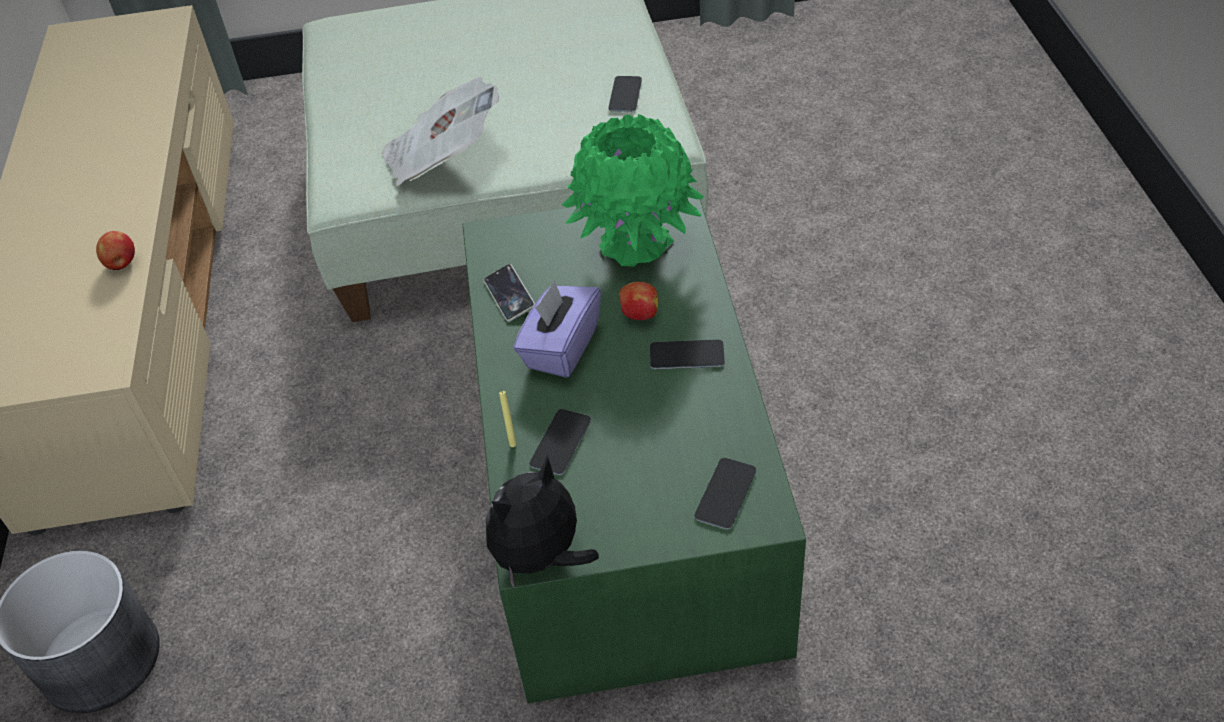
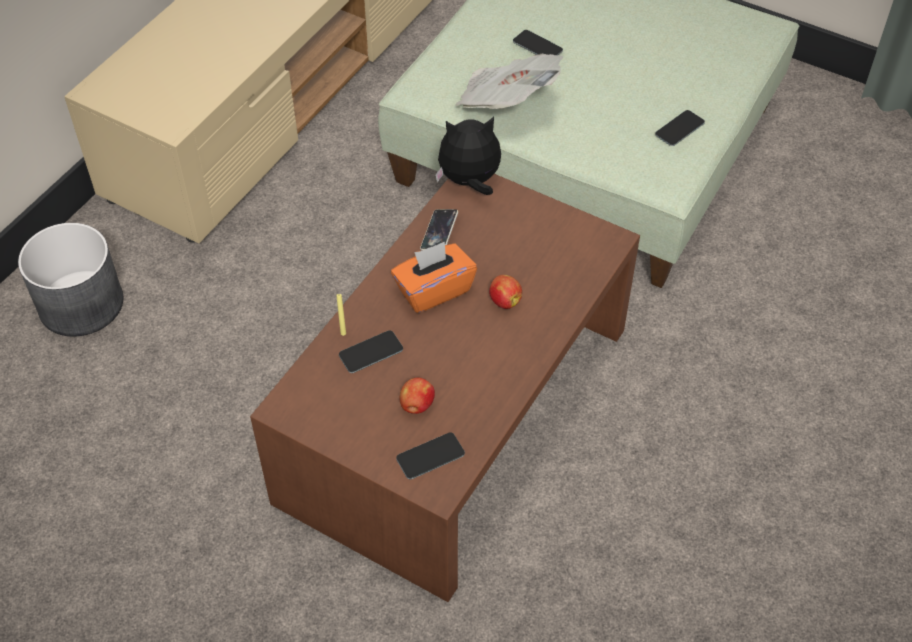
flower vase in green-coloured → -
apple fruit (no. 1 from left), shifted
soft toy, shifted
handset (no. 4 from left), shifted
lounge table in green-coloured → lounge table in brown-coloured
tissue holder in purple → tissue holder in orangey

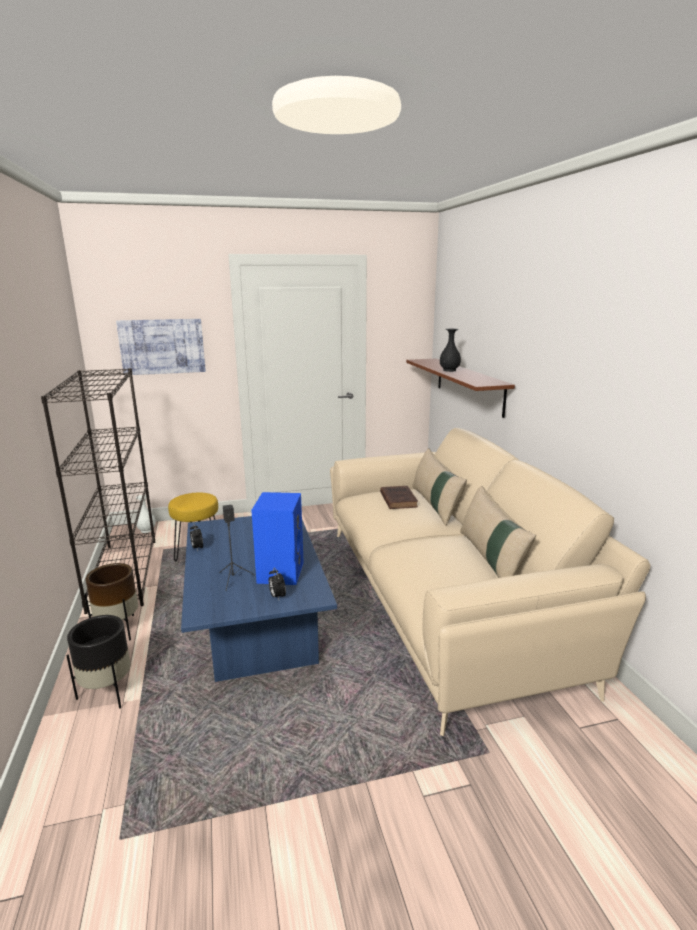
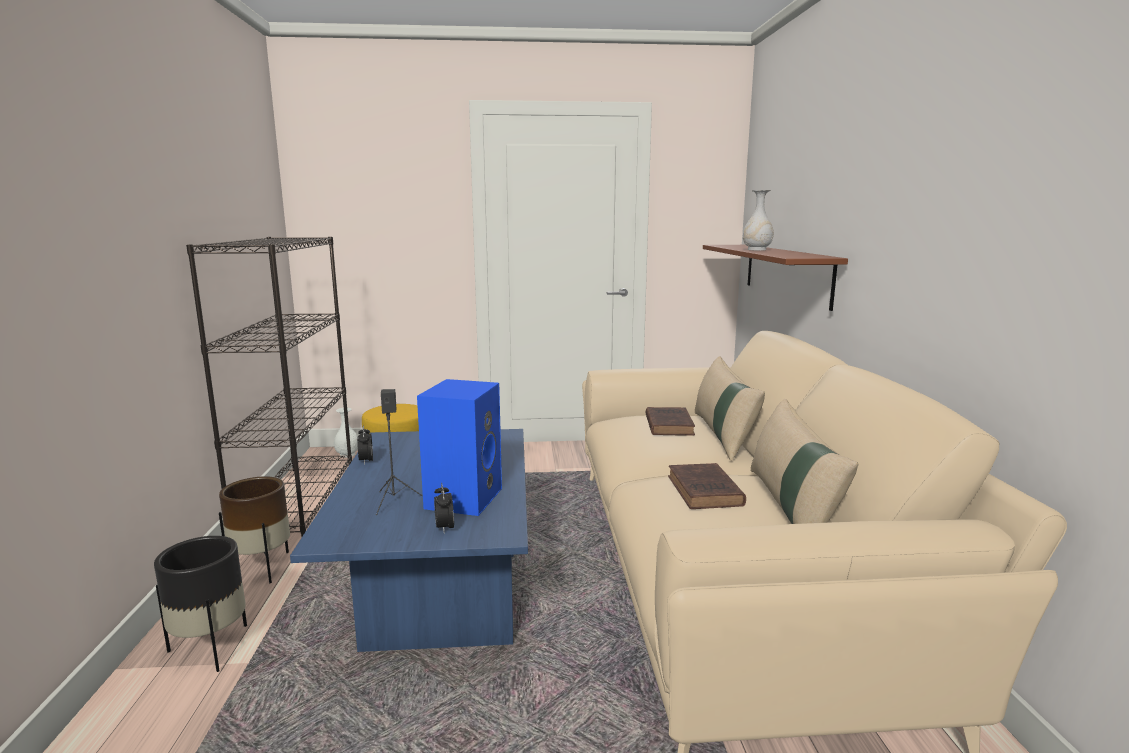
wall art → -
- → volume in brown-coloured (no. 2 from left)
flower vase in black → flower vase in white (no. 2 from left)

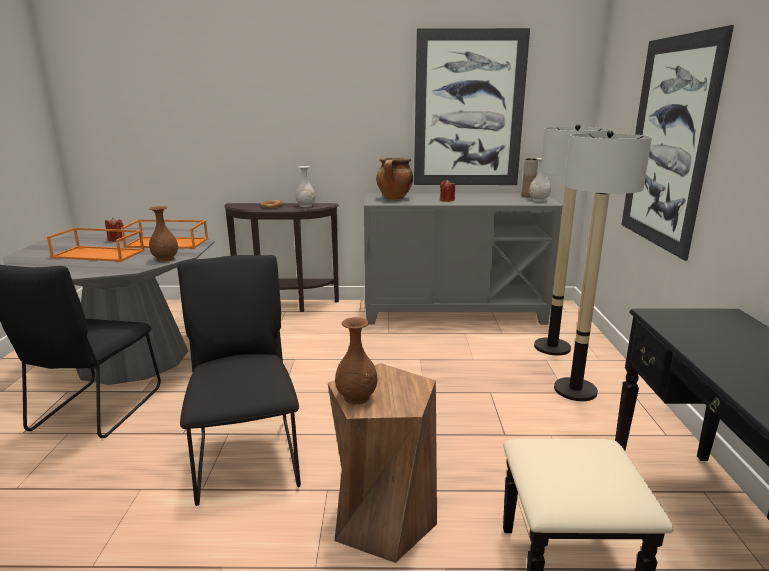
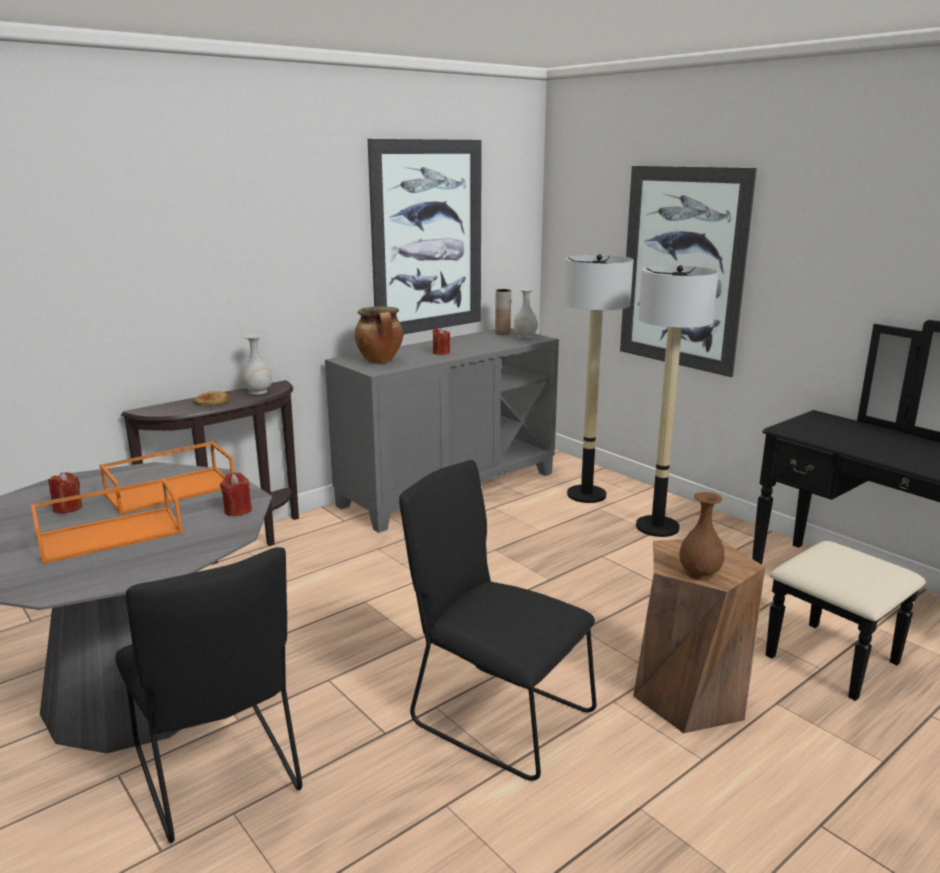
flower vase in brown-coloured (no. 1 from left) → candle in red-coloured (no. 2 from left)

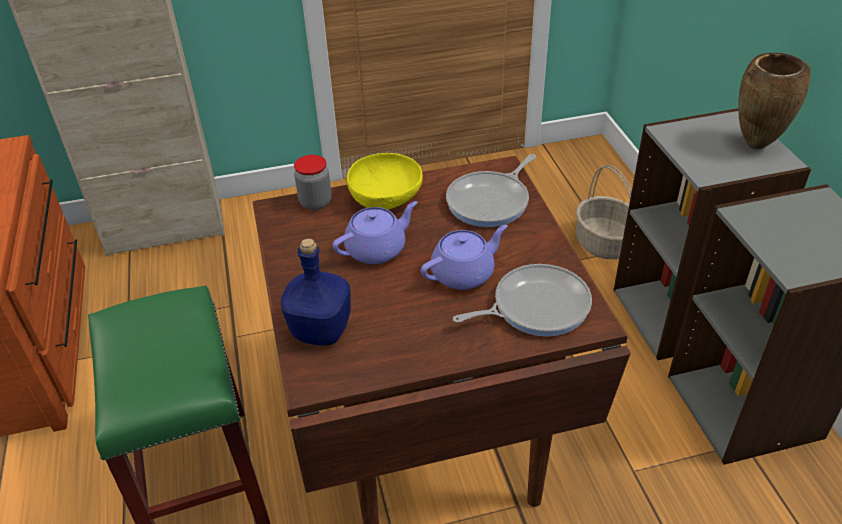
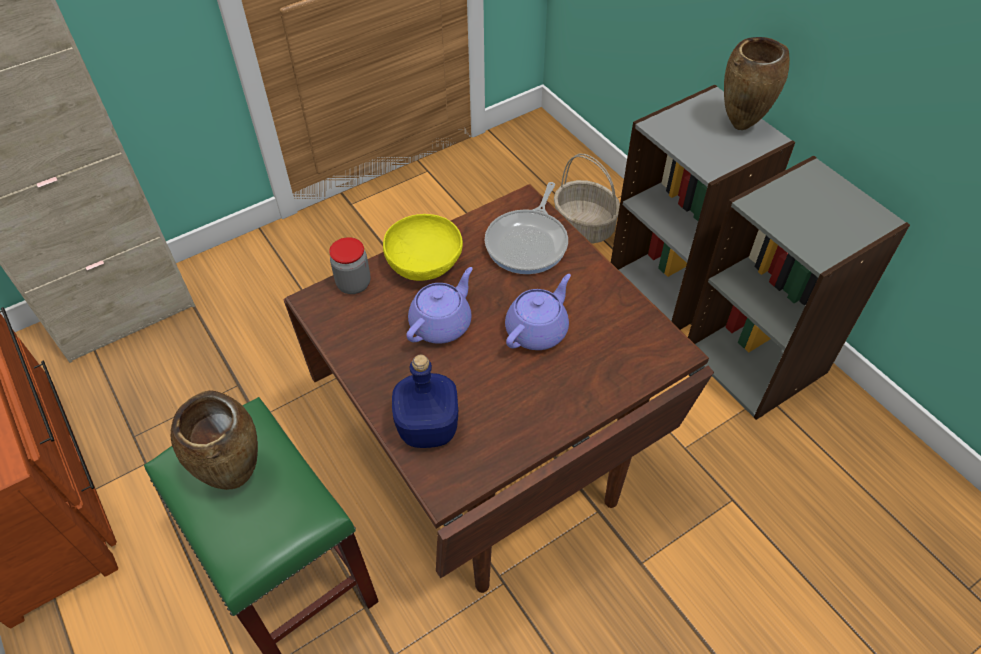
frying pan (no. 2 from left) → -
- → flower vase in brown-coloured (no. 1 from left)

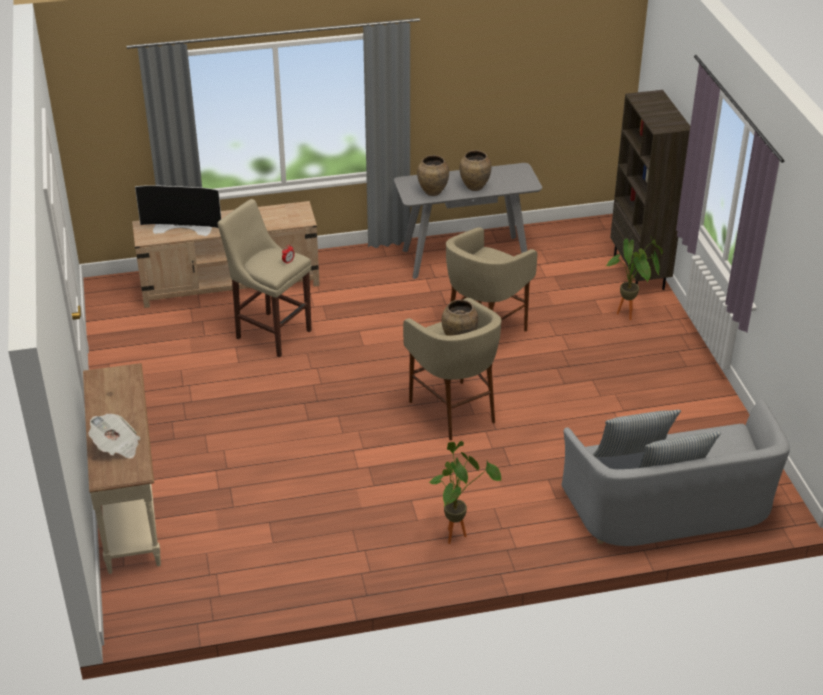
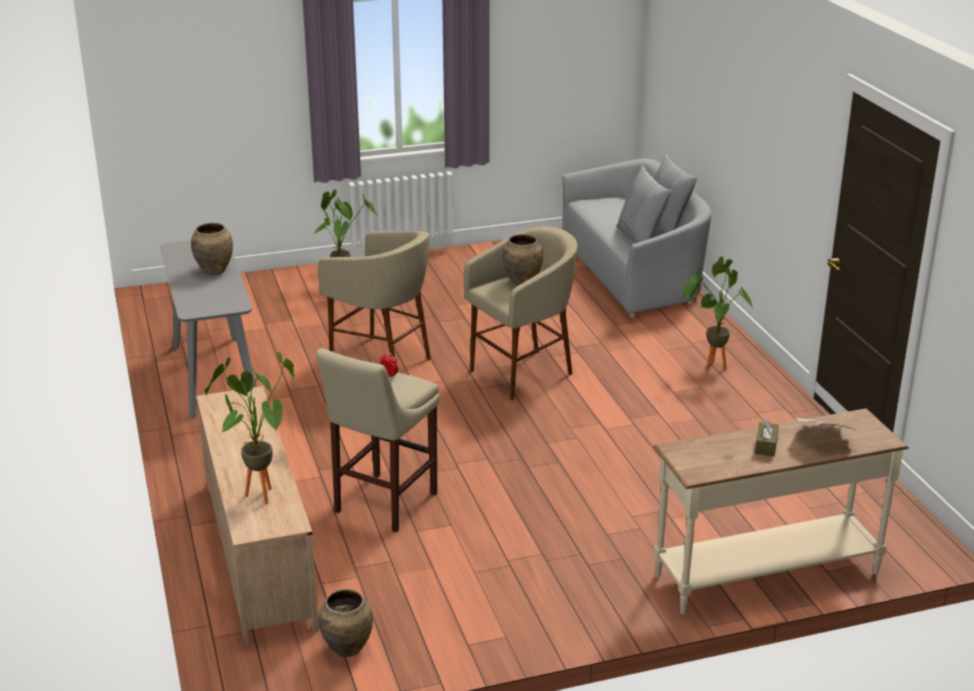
bookcase in brown-coloured → -
- → tissue holder in brown-coloured
flower vase in brown-coloured (no. 1 from left in the first image) → flower vase in brown-coloured (no. 2 from left), shifted
TV set → houseplant (no. 1 from left)

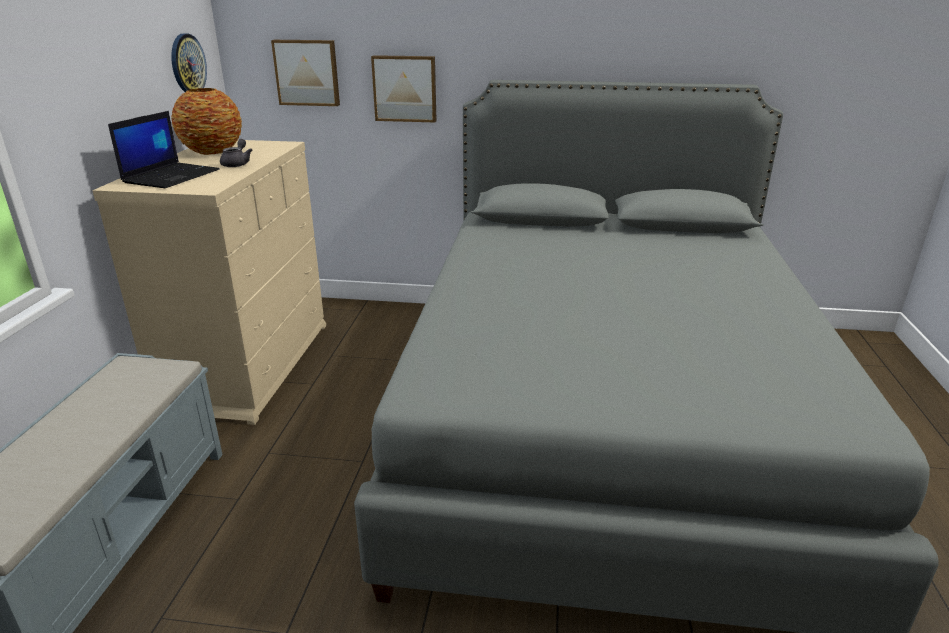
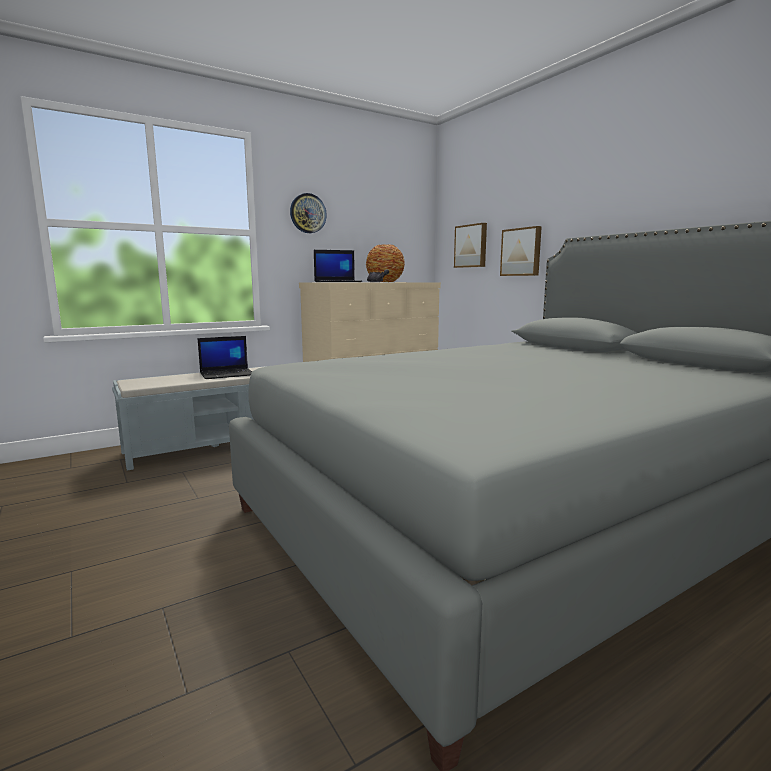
- → notebook computer (no. 1 from left)
hanging clock, shifted

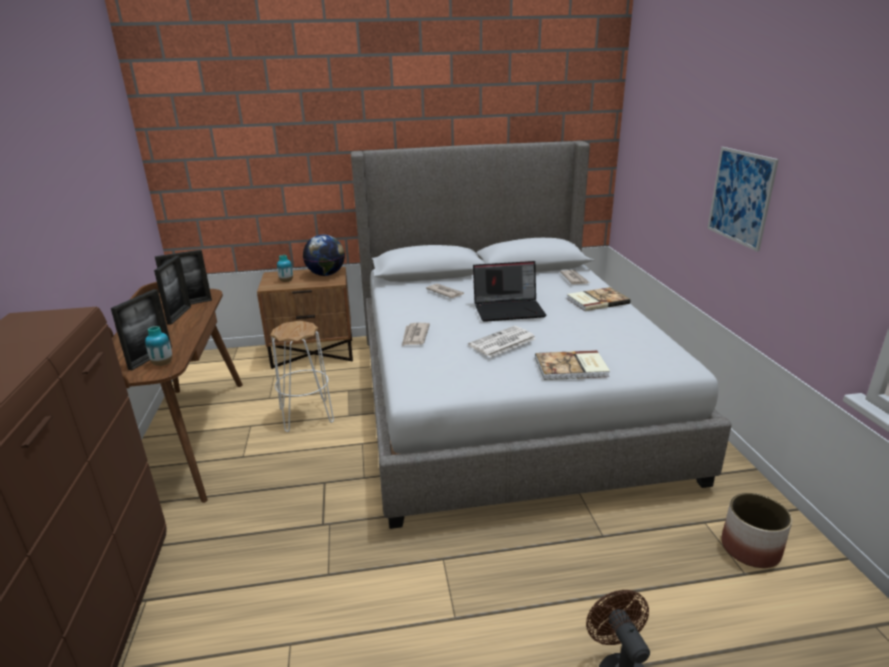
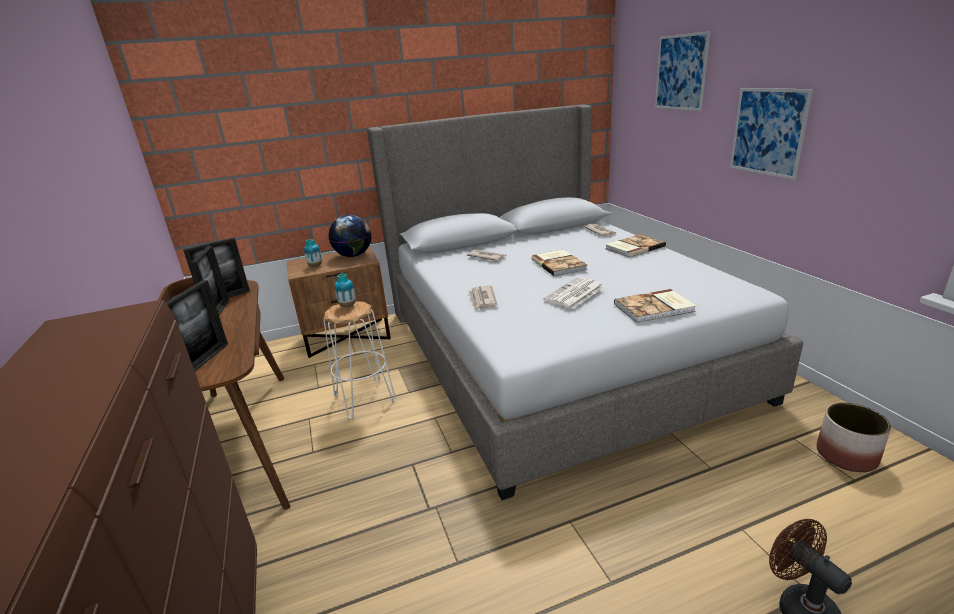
- → wall art (no. 1 from left)
flower vase (no. 1 from left in the first image) → flower vase (no. 2 from left), shifted
notebook computer → volume (no. 1 from left)

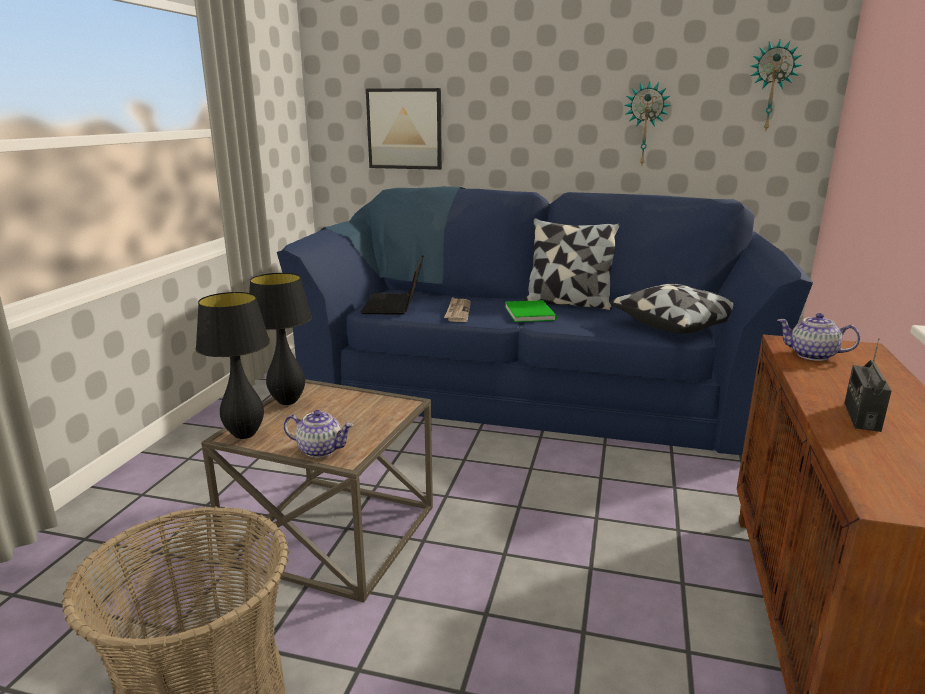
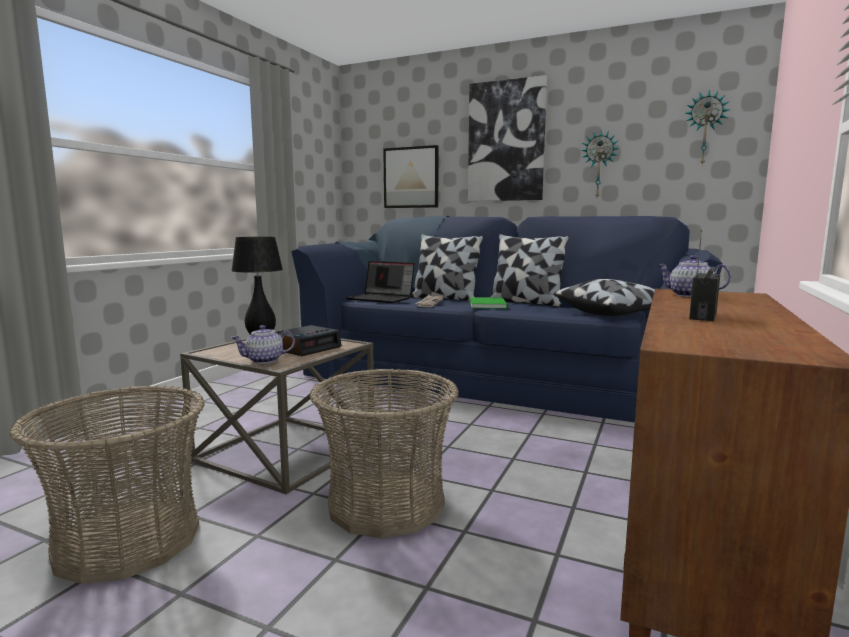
table lamp in black (no. 1 from left) → -
- → bedside clock
- → storage basket (no. 2 from left)
- → cushion (no. 1 from left)
- → wall art (no. 2 from left)
tea pot (no. 1 from left), 135 degrees clockwise
notebook computer, 75 degrees counterclockwise

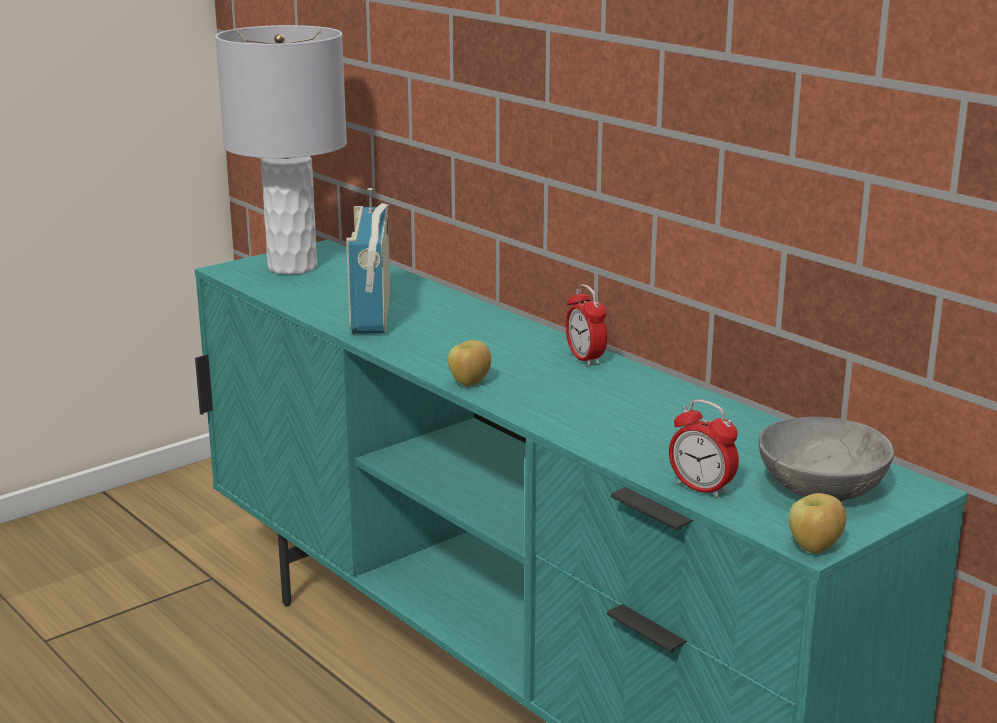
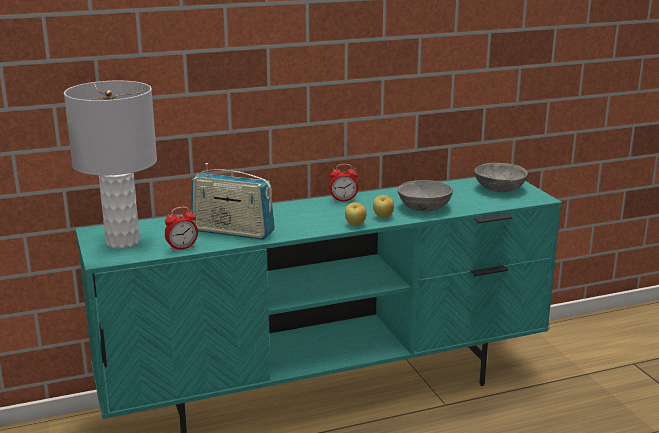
- → deep dish in grey (no. 1 from left)
bedside clock (no. 2 from left in the first image) → bedside clock (no. 1 from left), shifted
apple fruit (no. 2 from left), shifted

